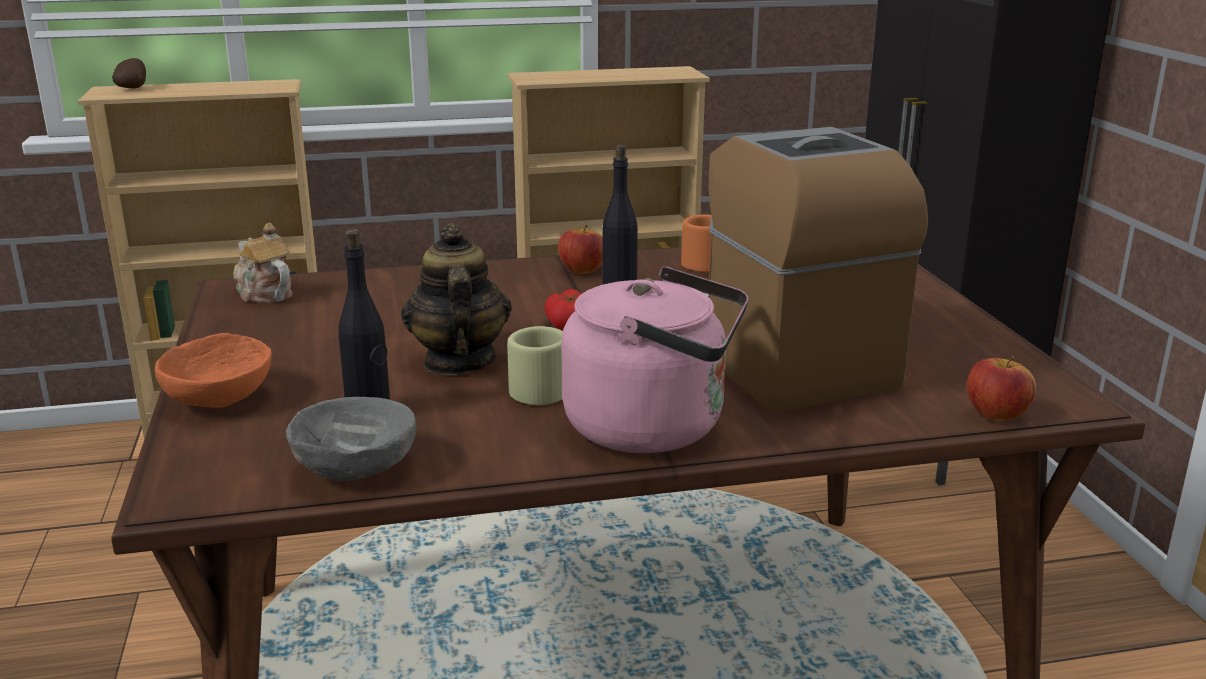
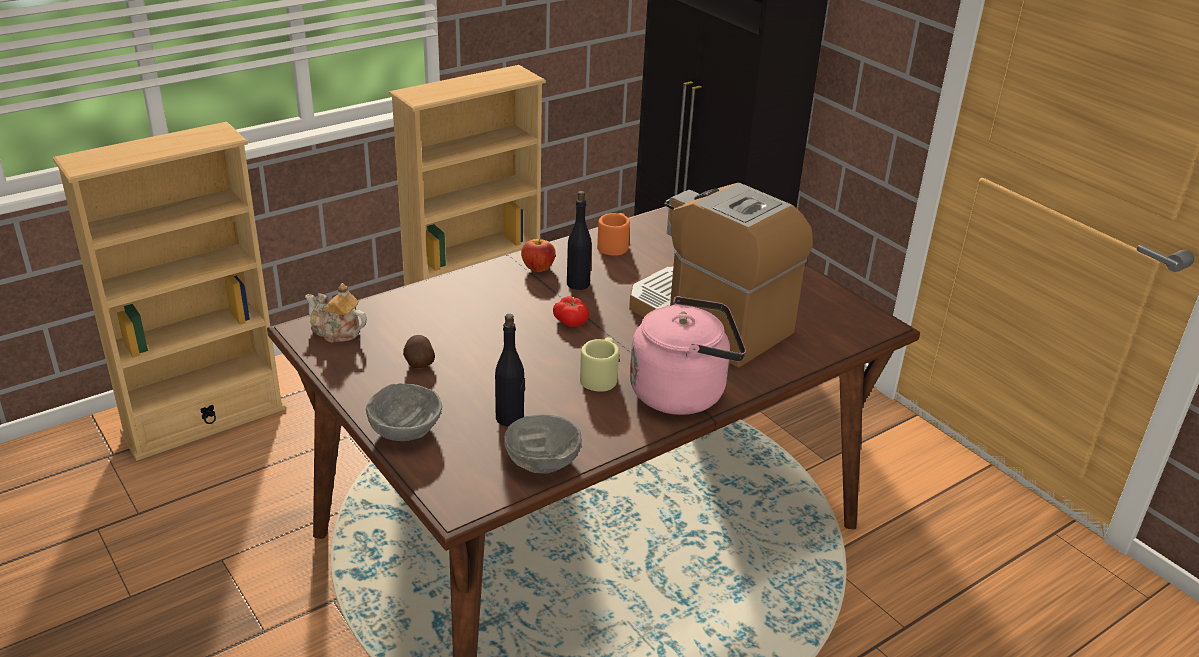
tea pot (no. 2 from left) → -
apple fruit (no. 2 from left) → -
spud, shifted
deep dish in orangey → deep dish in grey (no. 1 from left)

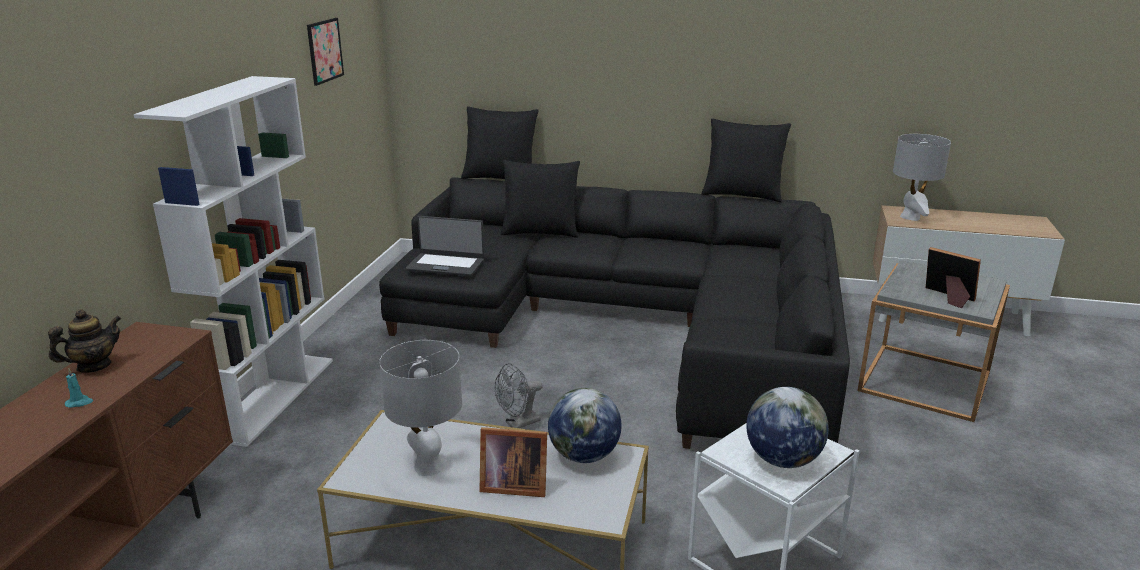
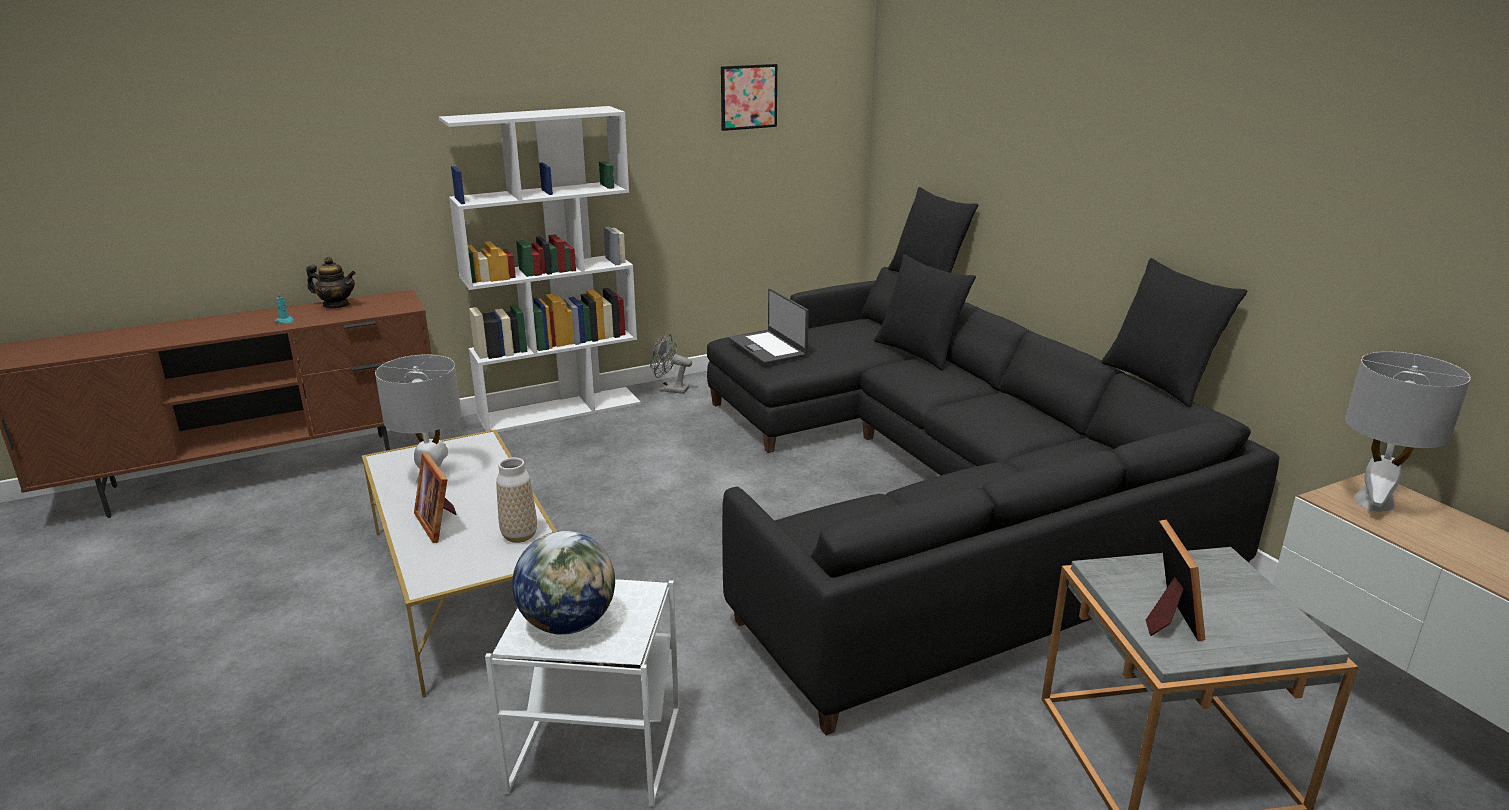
fan in grey, shifted
desk globe (no. 1 from left) → flower vase

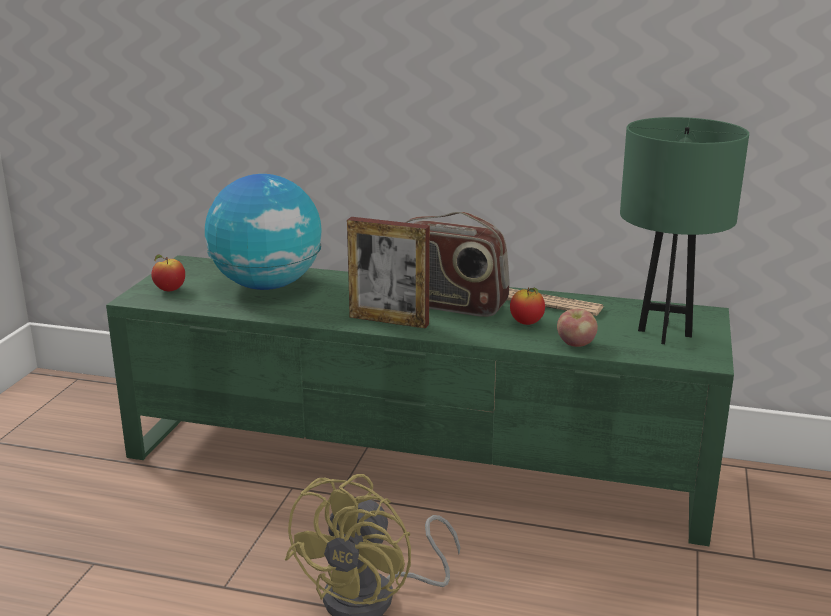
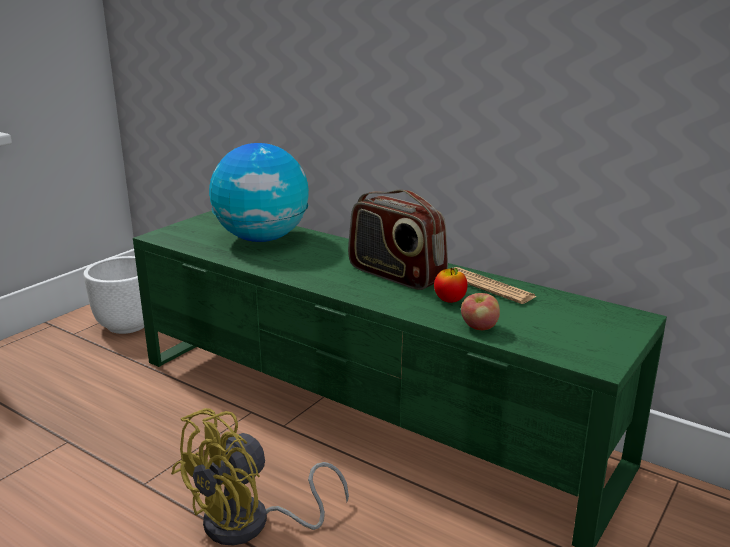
apple fruit (no. 1 from left) → -
photo frame → -
table lamp in green-coloured → -
- → plant pot in white

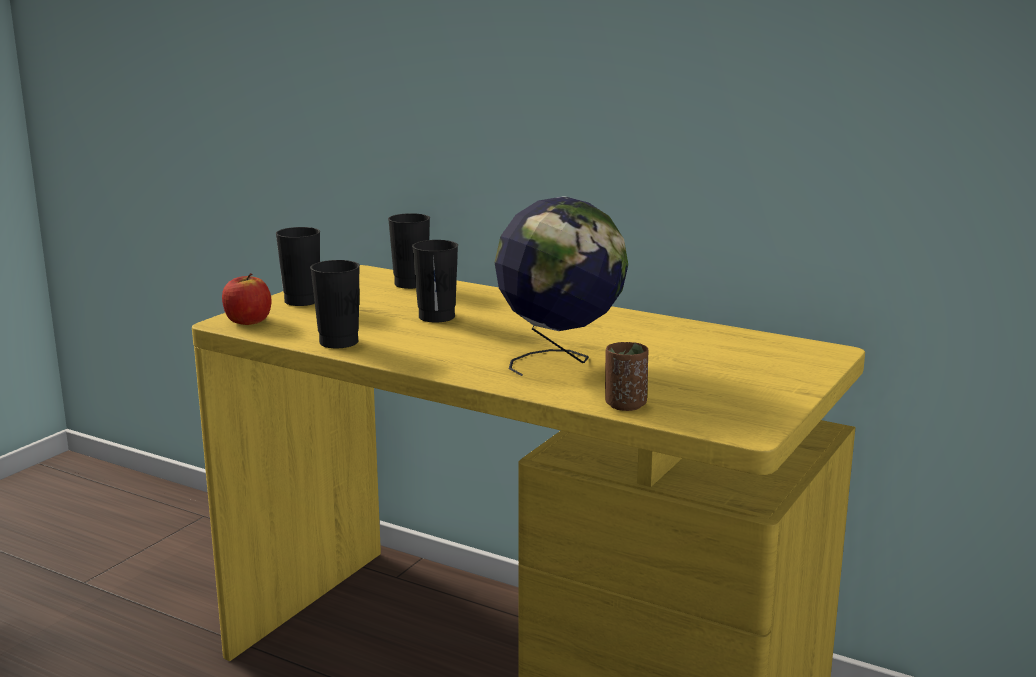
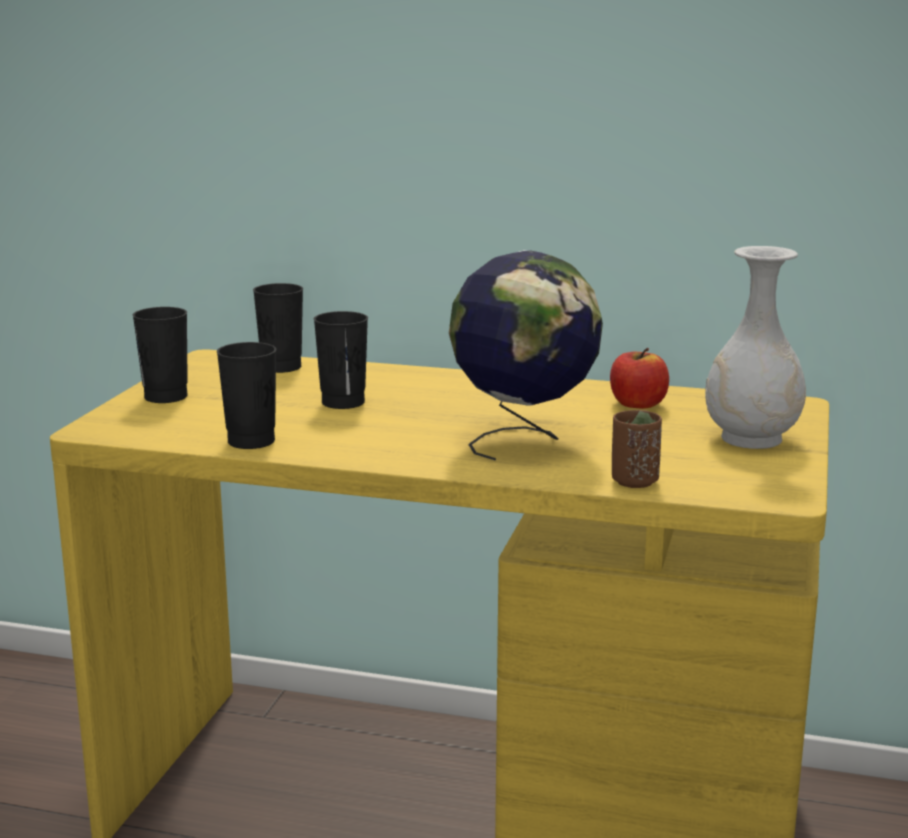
- → flower vase in white
apple fruit, shifted

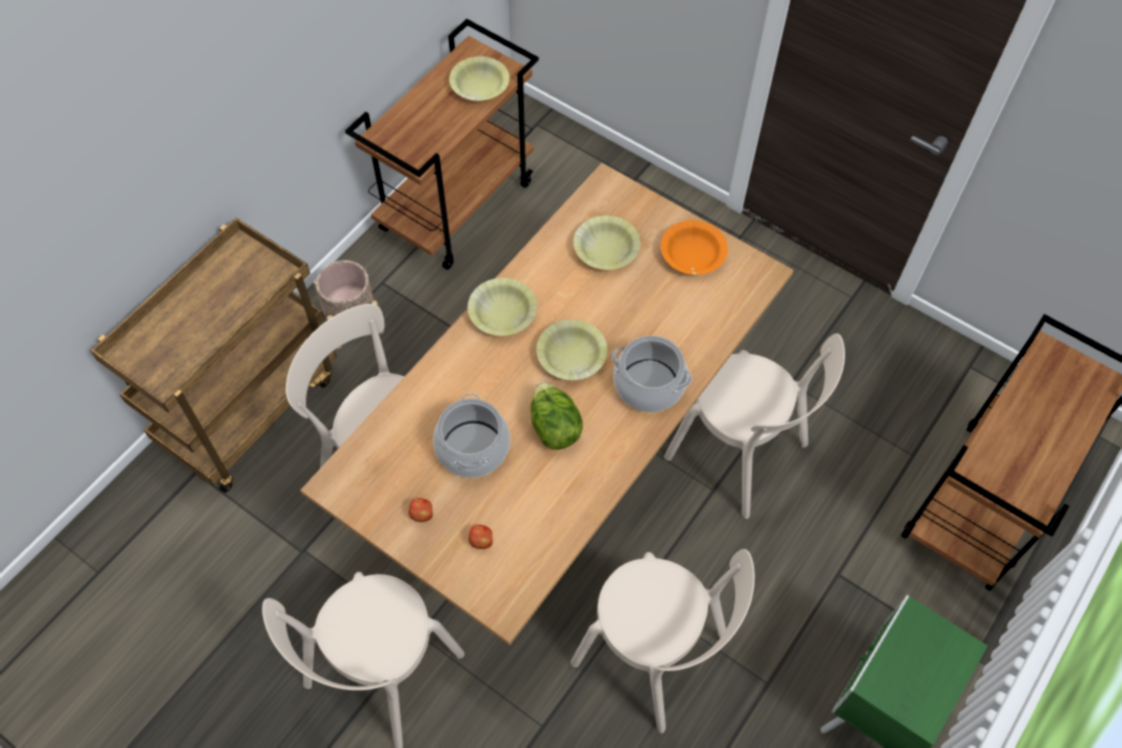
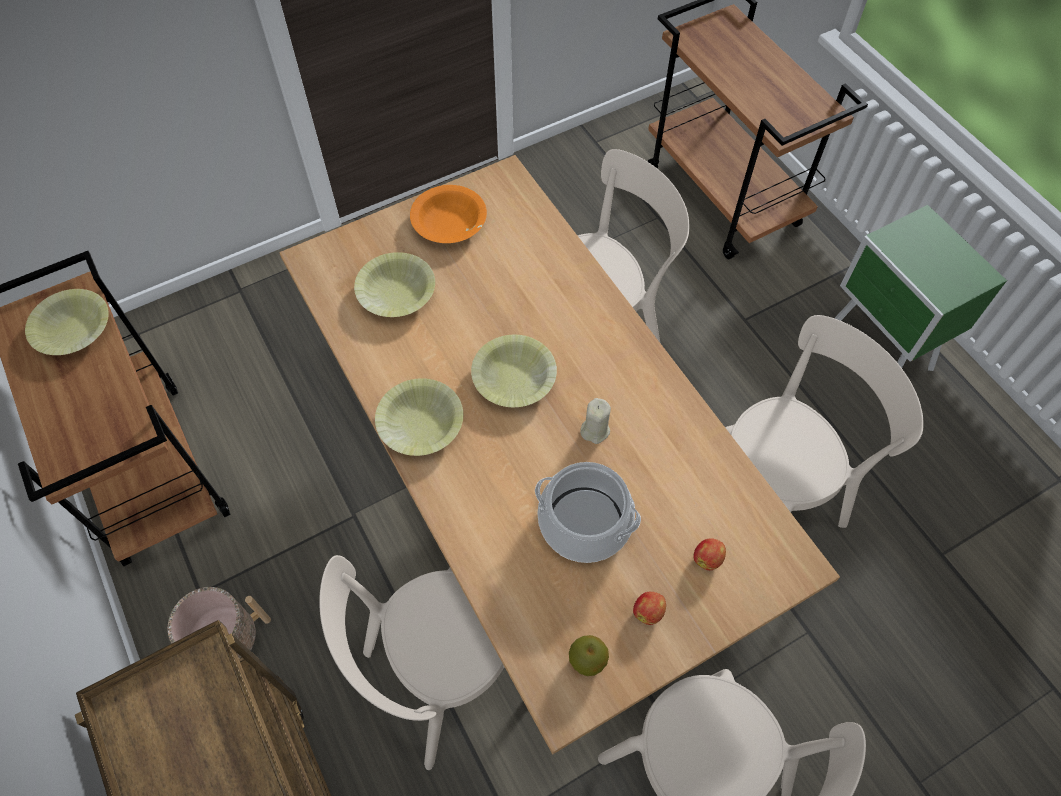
stockpot (no. 2 from left) → -
- → apple fruit (no. 1 from left)
lettuce → candle in sand-coloured

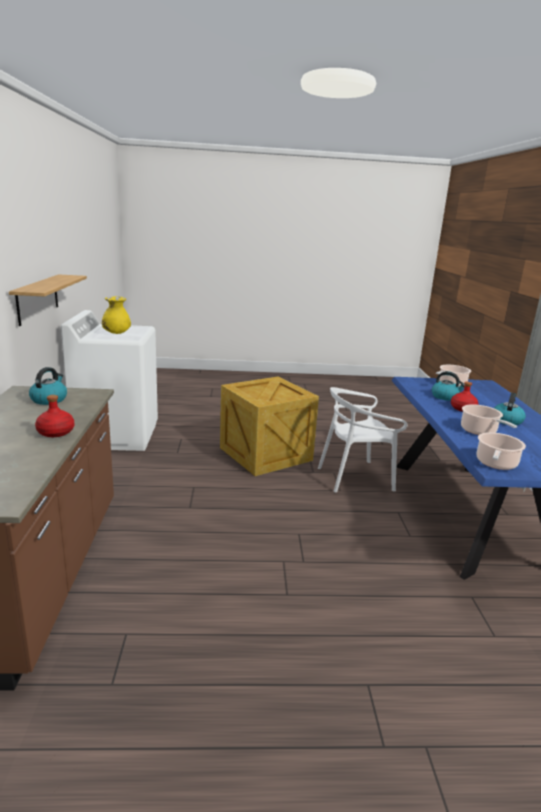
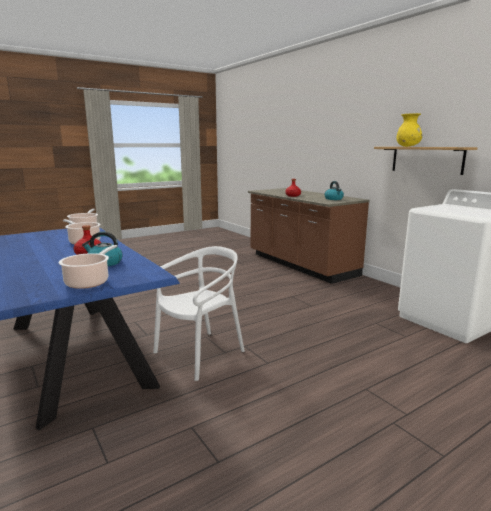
packing crate → -
kettle (no. 3 from left) → -
flower vase in yellow-coloured, shifted

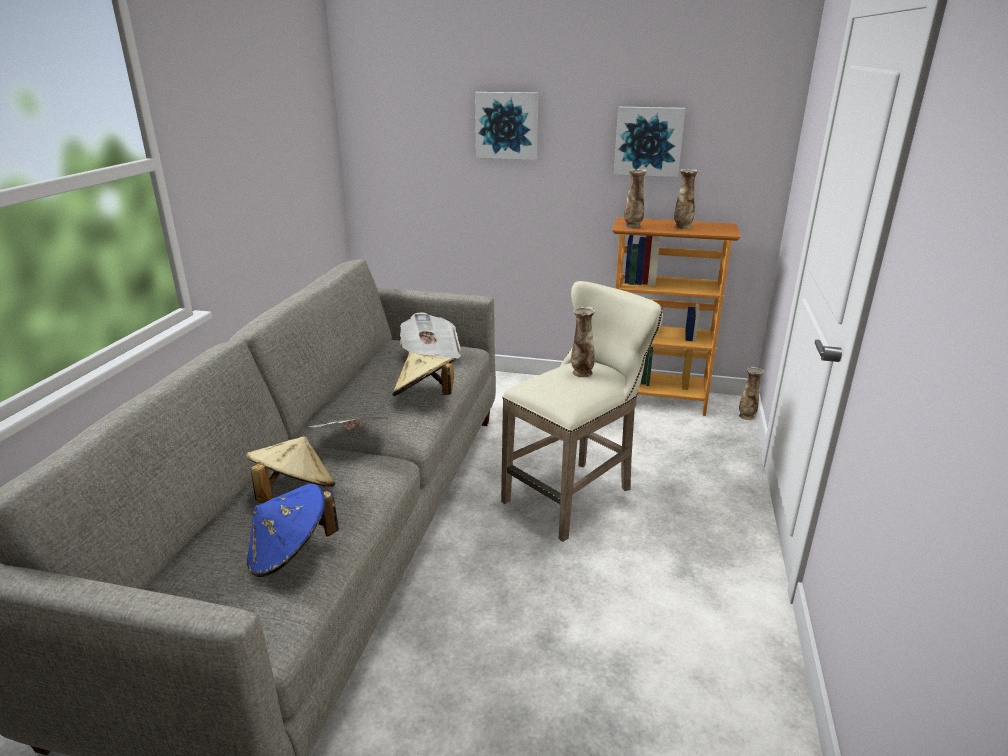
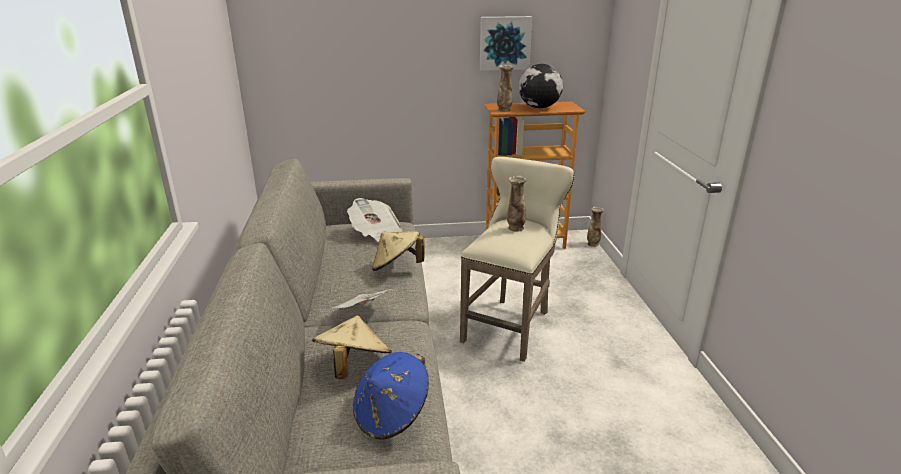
wall art (no. 1 from left) → -
flower vase (no. 3 from left) → desk globe

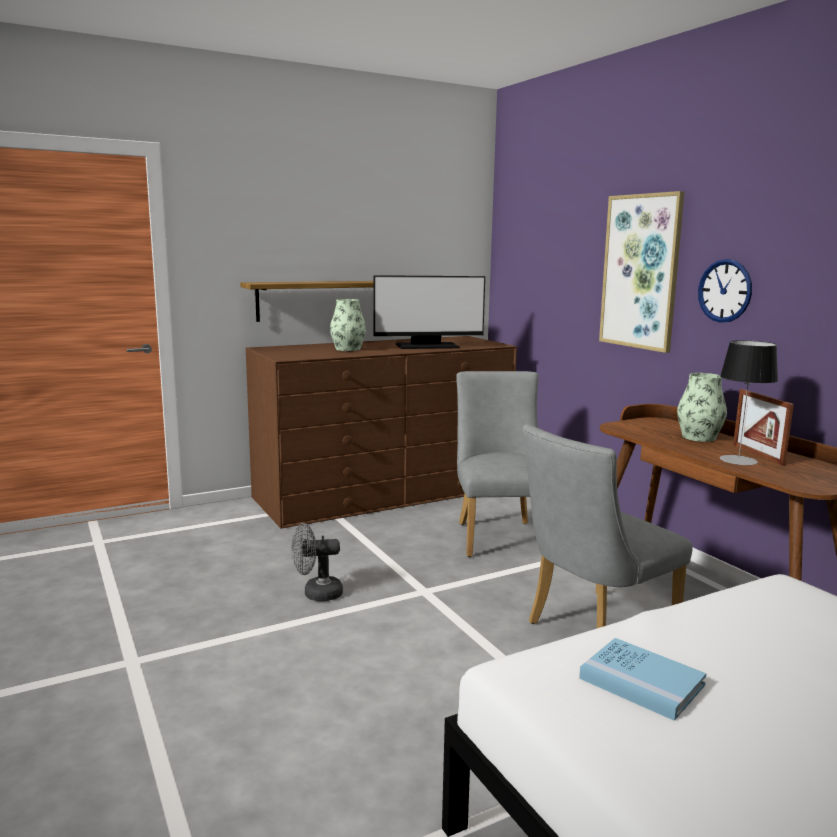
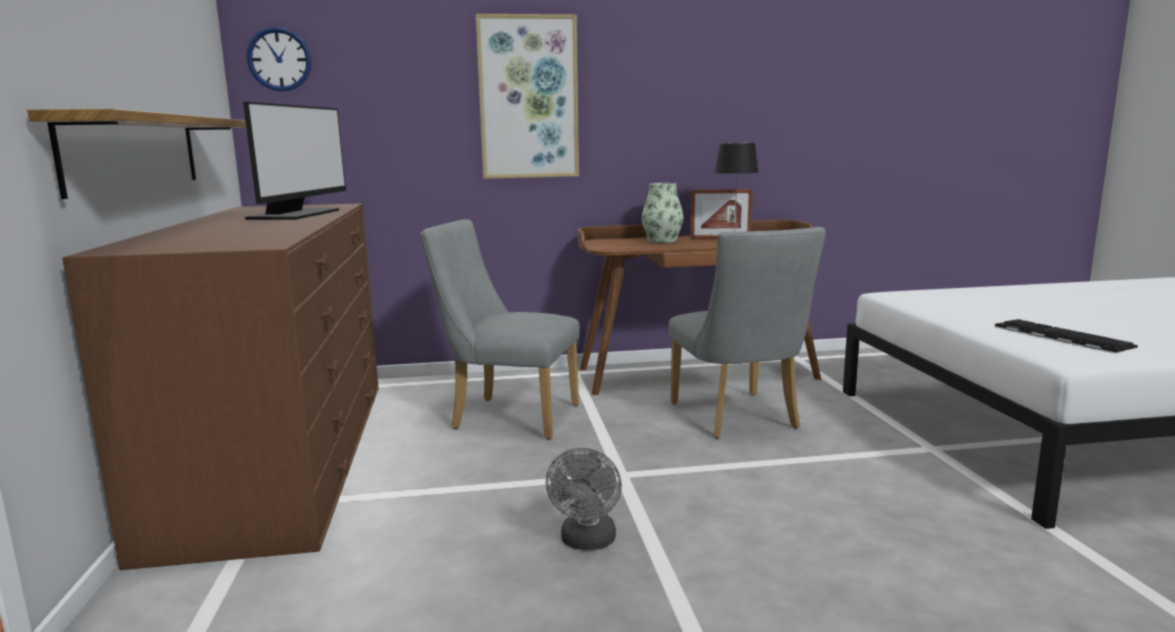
flower vase (no. 1 from left) → -
hanging clock, shifted
volume in bluish → PC keyboard

